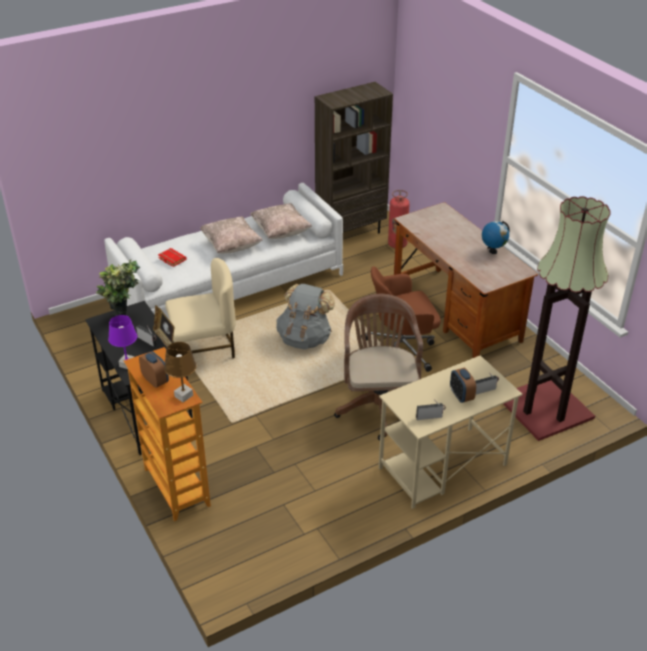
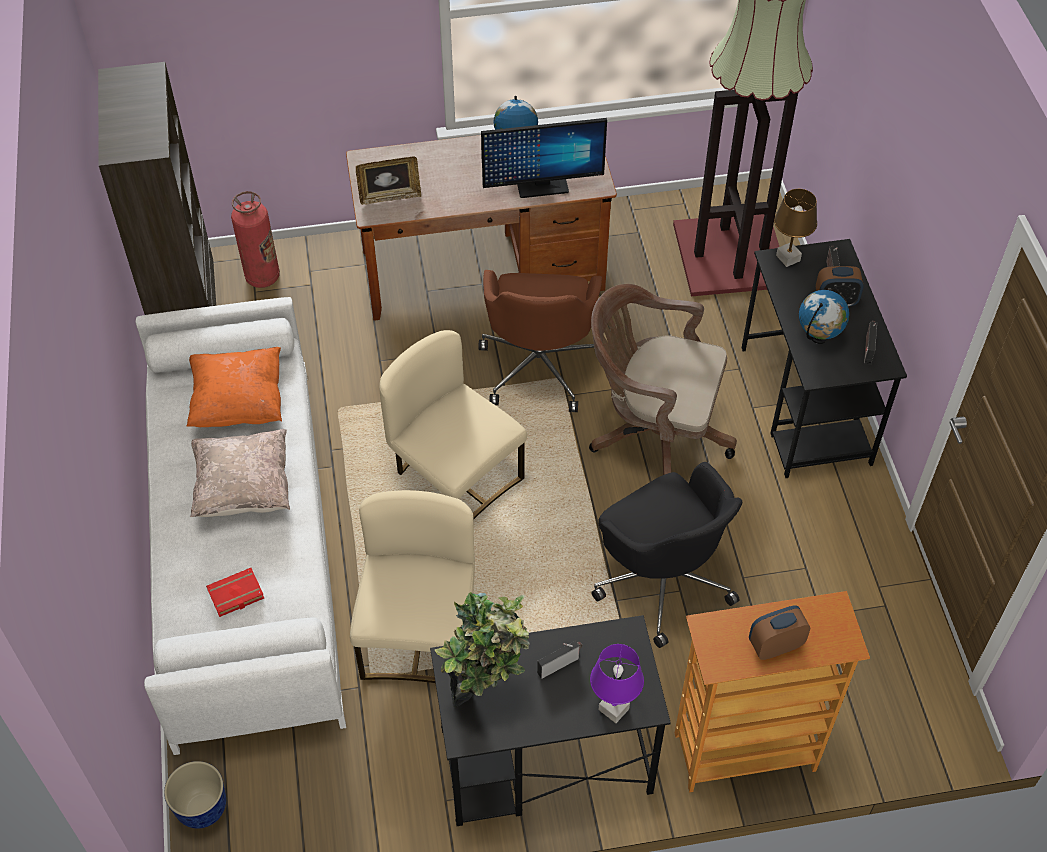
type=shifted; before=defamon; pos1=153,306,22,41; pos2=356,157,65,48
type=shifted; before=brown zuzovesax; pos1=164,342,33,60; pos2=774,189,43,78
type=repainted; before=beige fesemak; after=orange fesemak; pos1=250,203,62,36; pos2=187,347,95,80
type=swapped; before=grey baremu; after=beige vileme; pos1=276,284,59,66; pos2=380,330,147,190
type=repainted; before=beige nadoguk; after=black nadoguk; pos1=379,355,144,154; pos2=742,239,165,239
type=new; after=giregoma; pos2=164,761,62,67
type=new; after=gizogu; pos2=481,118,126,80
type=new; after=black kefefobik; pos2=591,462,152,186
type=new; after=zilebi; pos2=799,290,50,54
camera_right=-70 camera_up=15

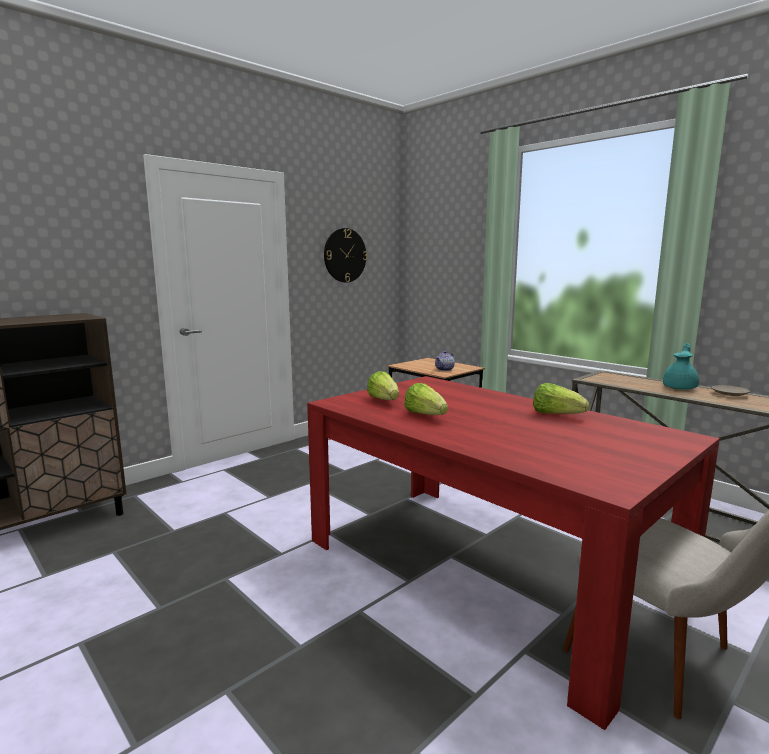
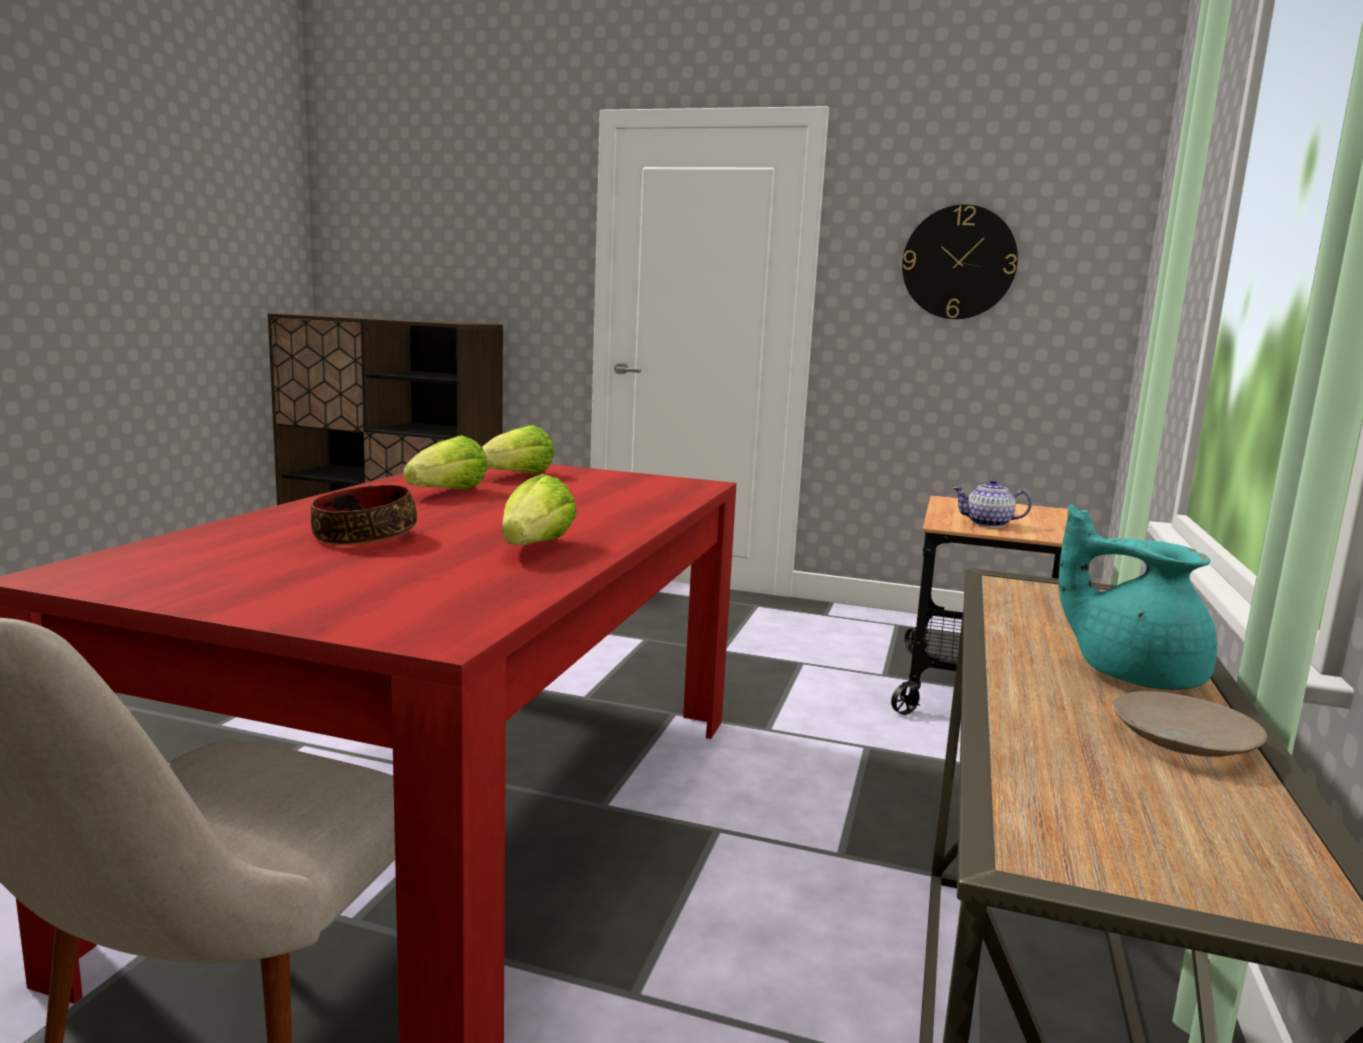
type=rotated; before=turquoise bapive; pos1=663,343,36,47; pos2=1059,505,158,185; turn=-150
type=new; after=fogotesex; pos2=311,485,106,60
camera_right=60 camera_up=0

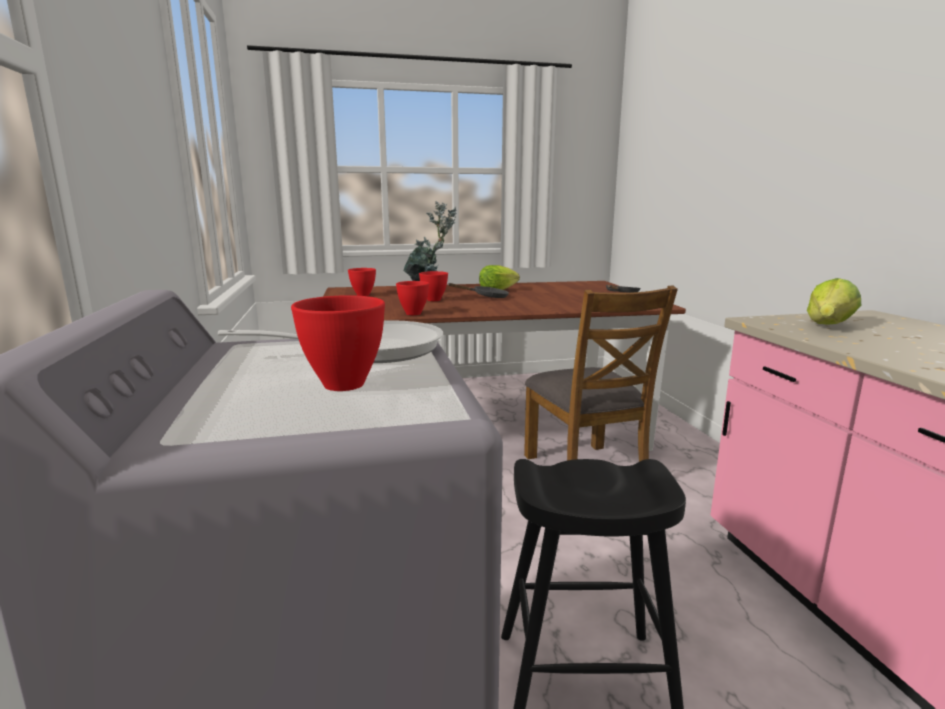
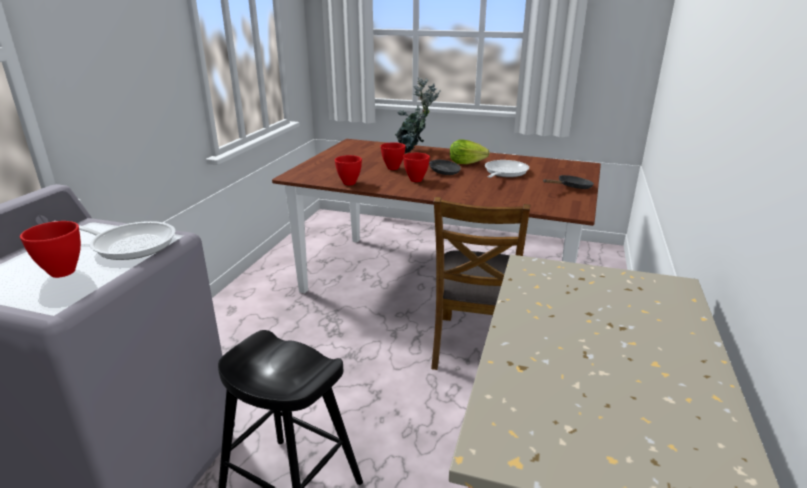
type=shifted; before=red fogotesex; pos1=348,268,28,28; pos2=403,153,27,29
type=gone; before=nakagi; pos1=807,278,54,47
type=new; after=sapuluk; pos2=485,160,44,18
camera_right=30 camera_up=10

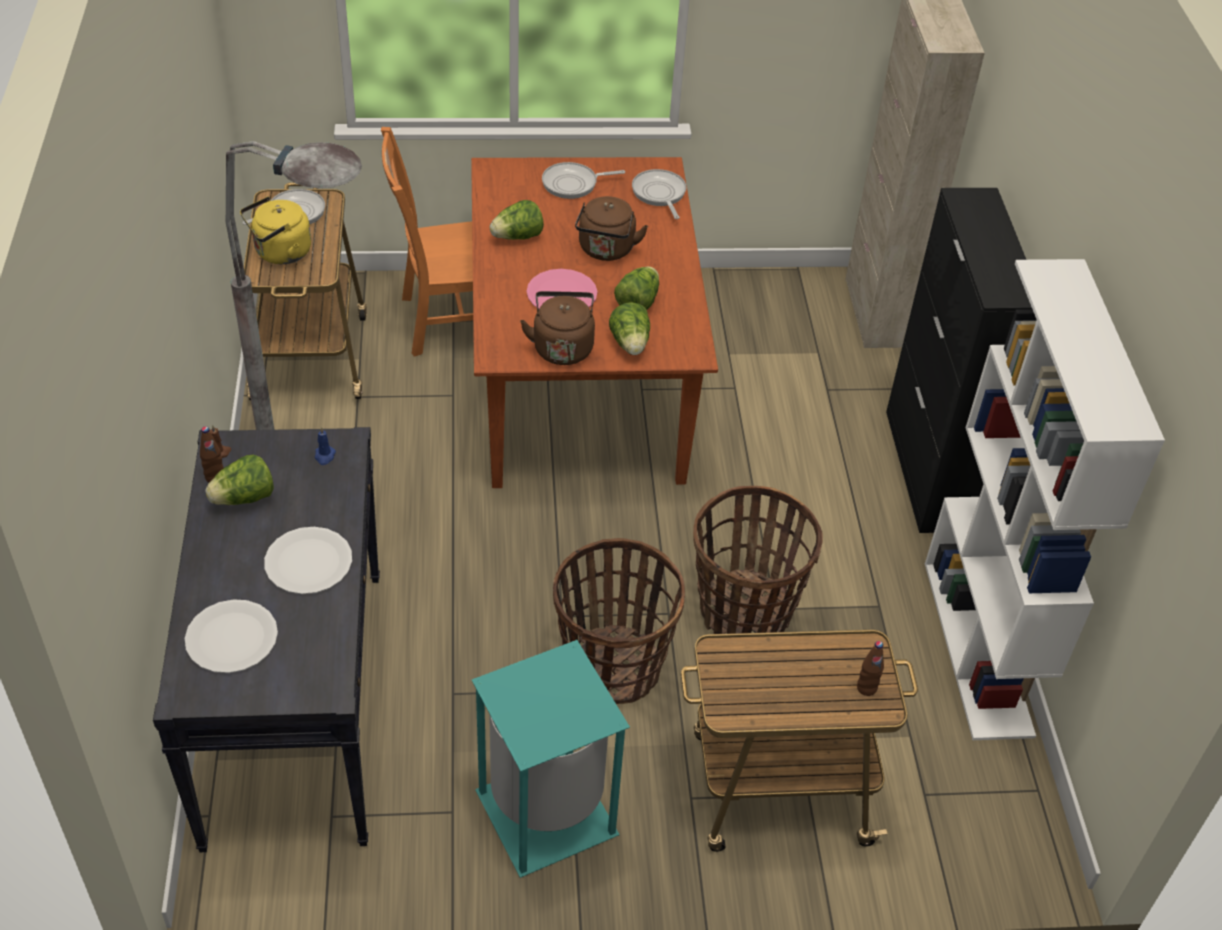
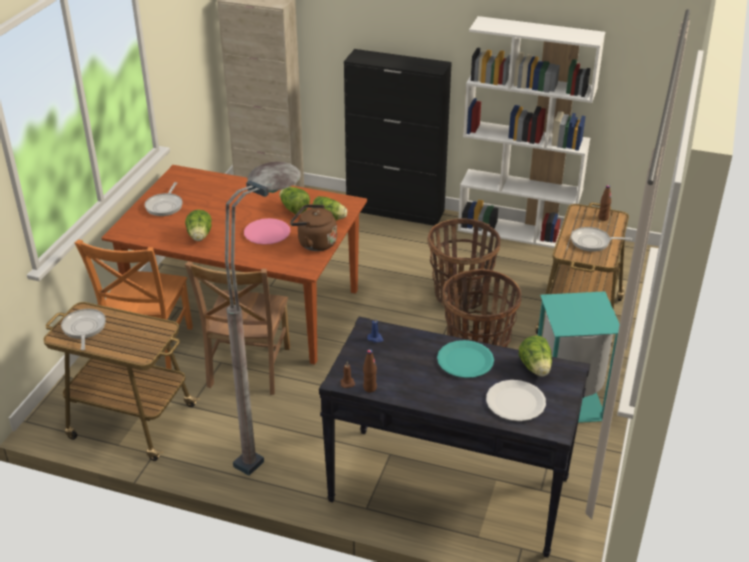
type=shifted; before=nakagi; pos1=205,455,69,50; pos2=519,336,33,41
type=gone; before=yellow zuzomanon; pos1=240,197,71,67
type=repainted; before=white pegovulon; after=turquoise pegovulon; pos1=264,527,88,67; pos2=437,340,57,38
type=gone; before=brown zuzomanon; pos1=575,196,73,65
type=shifted; before=sapuluk; pos1=632,169,54,50; pos2=571,227,61,25
type=new; after=brown vileme; pos2=185,261,105,134
camera_right=-65 camera_up=-10

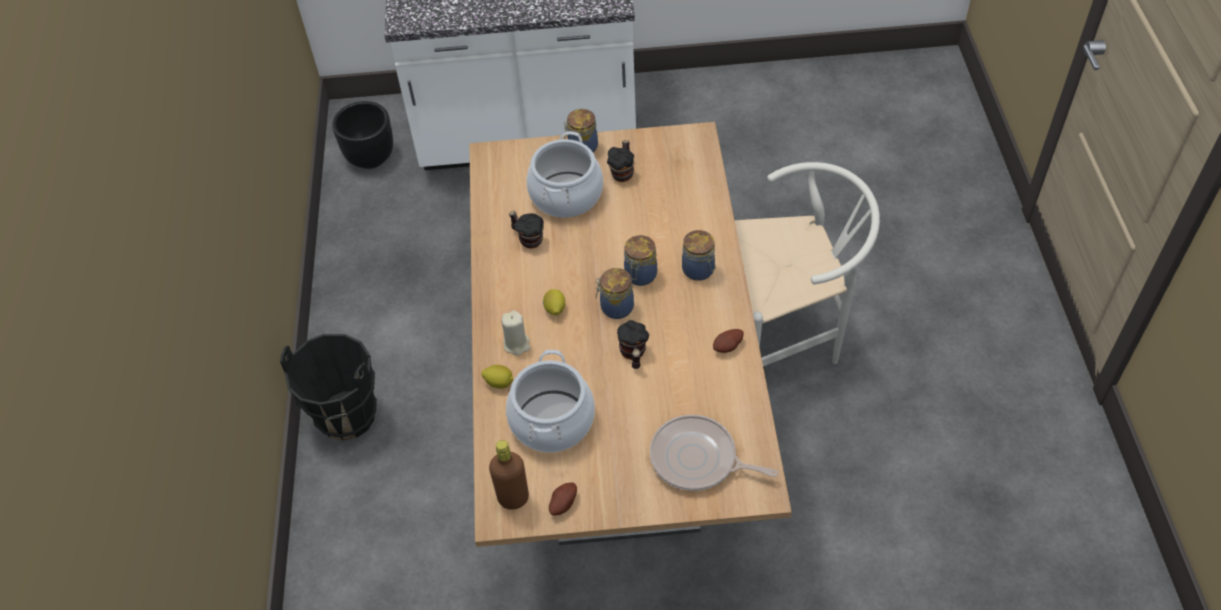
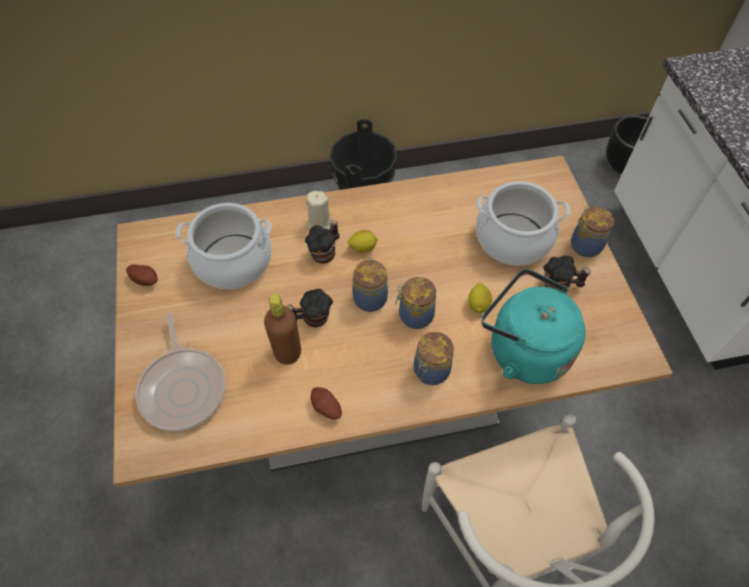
type=shifted; before=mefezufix; pos1=481,365,33,24; pos2=468,283,24,30
type=shifted; before=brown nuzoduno; pos1=489,440,40,70; pos2=264,294,37,71
type=shifted; before=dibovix; pos1=509,211,35,37; pos2=305,220,34,44
type=rotated; before=sapuluk; pos1=650,415,128,76; pos2=136,312,90,119; turn=150
type=new; after=turquoise zuzomanon; pos2=481,269,105,115
camera_right=80 camera_up=5

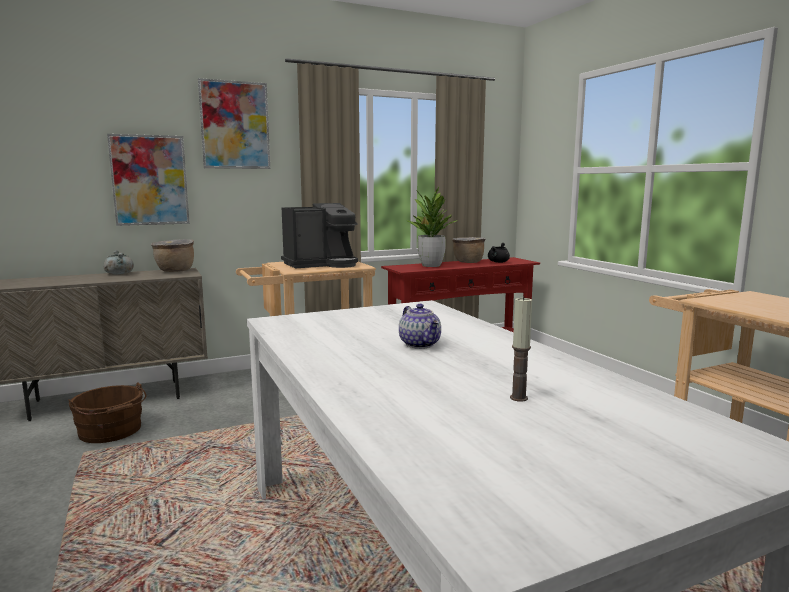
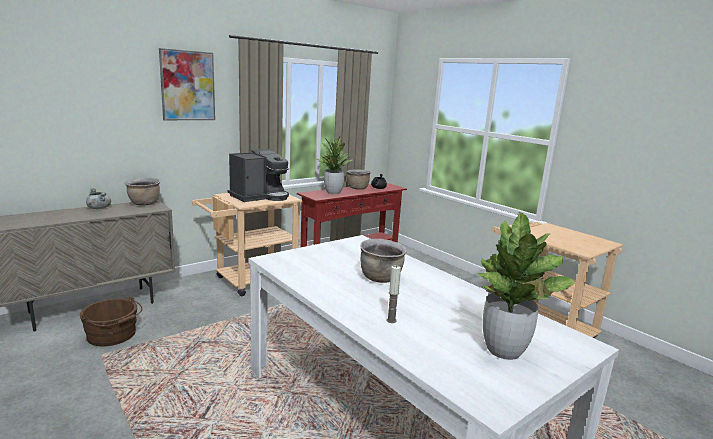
type=gone; before=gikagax; pos1=107,134,83,92
type=swapped; before=bapive; after=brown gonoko; pos1=399,304,42,45; pos2=360,239,47,44
type=shifted; before=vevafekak; pos1=510,296,22,106; pos2=386,265,15,58
type=new; after=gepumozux; pos2=476,212,99,148
camera_right=-15 camera_up=5

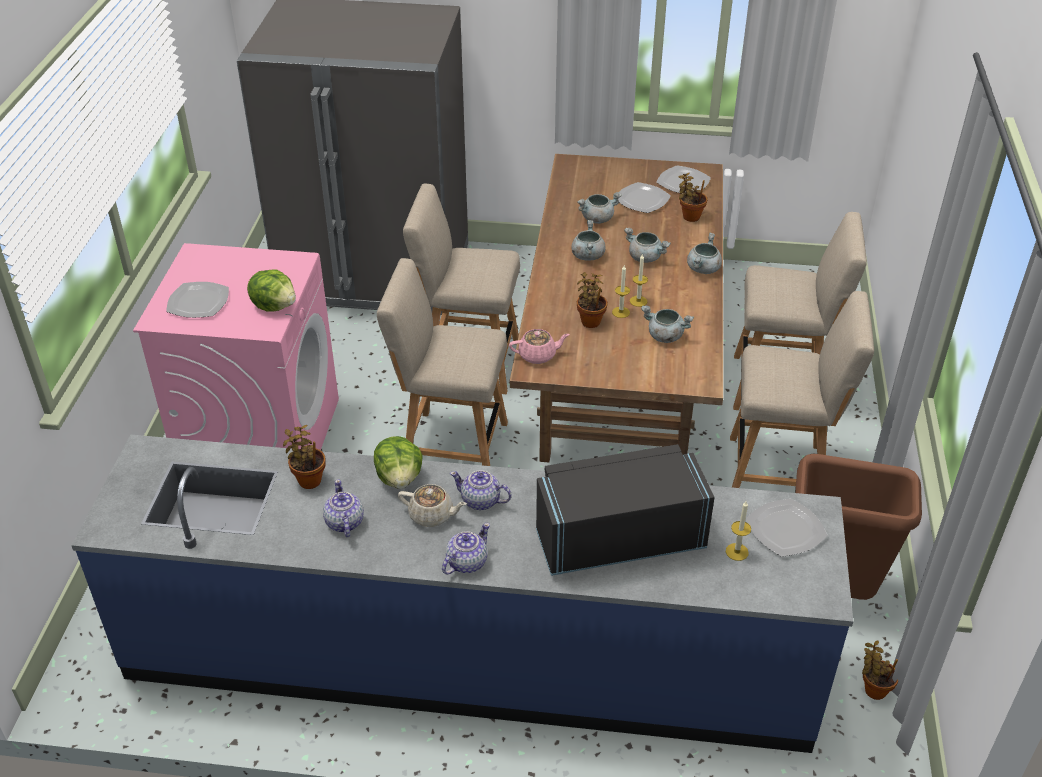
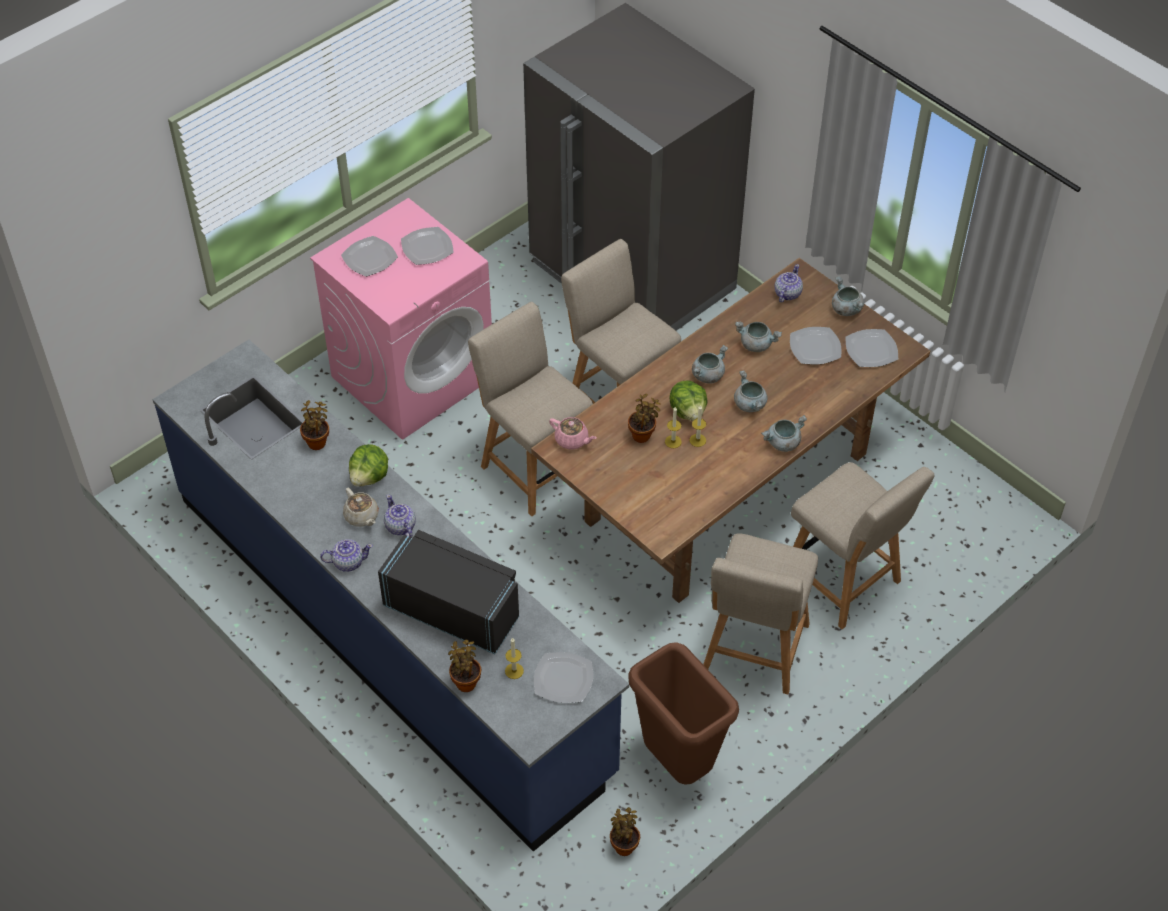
type=shifted; before=nakagi; pos1=247,269,49,43; pos2=669,380,39,41
type=shifted; before=bapive; pos1=323,479,41,58; pos2=775,264,28,39
type=shifted; before=grey gonoko; pos1=641,306,53,37; pos2=832,276,32,40
type=shifted; before=gepumozux; pos1=678,173,29,49; pos2=448,640,33,52
type=rotated; before=beige vileme; pos1=730,291,144,197; pos2=703,534,115,160; turn=60
type=new; after=pegovulon; pos2=401,227,53,38
camera_right=40 camera_up=10

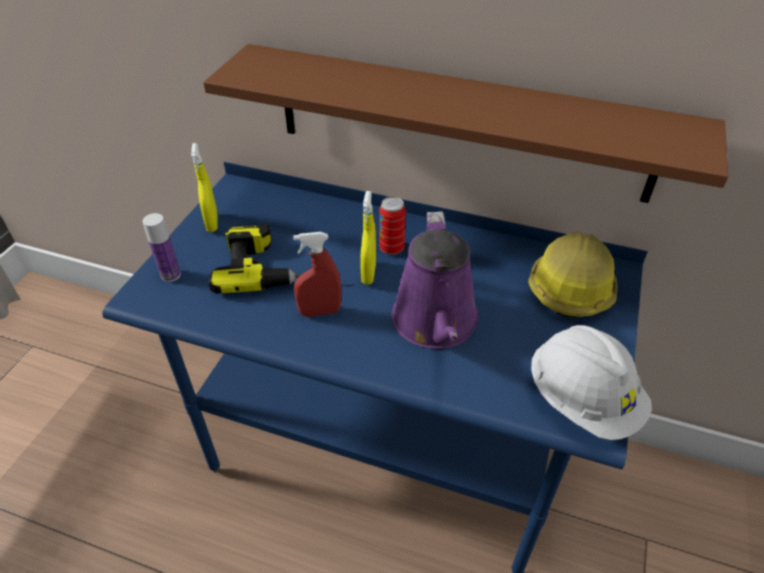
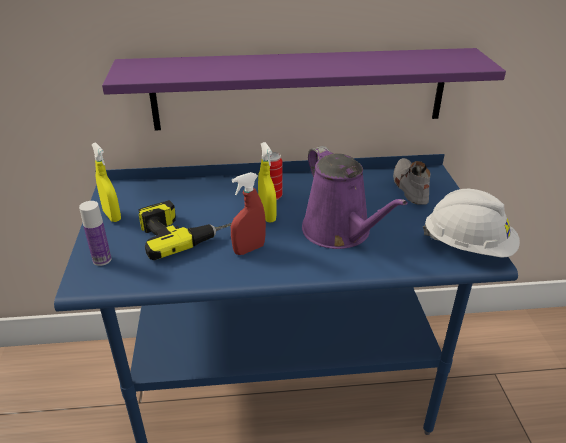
type=repainted; before=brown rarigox; after=purple rarigox; pos1=203,44,525,159; pos2=102,48,404,83
type=swapped; before=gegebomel; after=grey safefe; pos1=528,232,89,86; pos2=393,158,37,46
camera_right=-25 camera_up=-10

